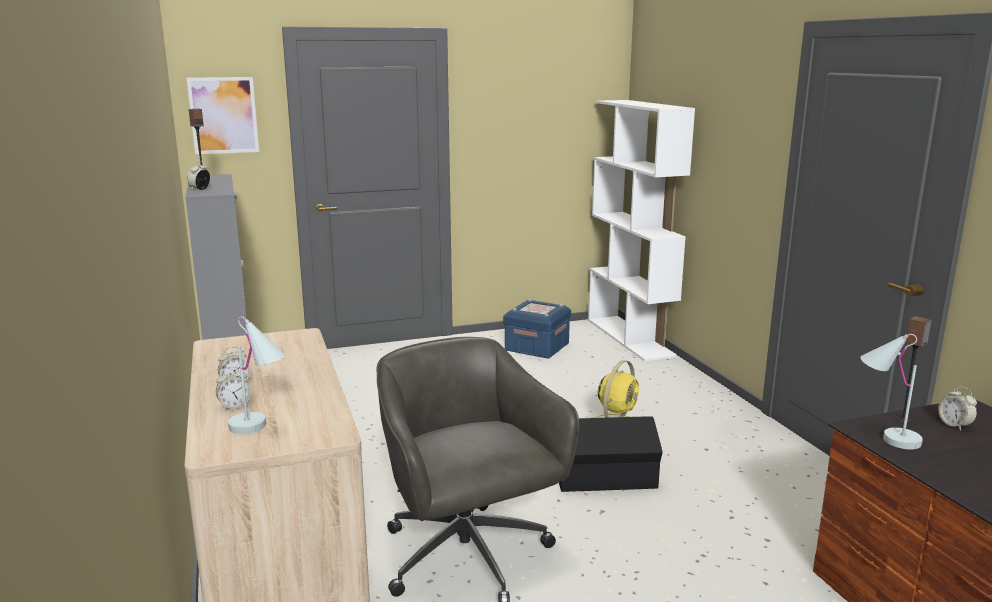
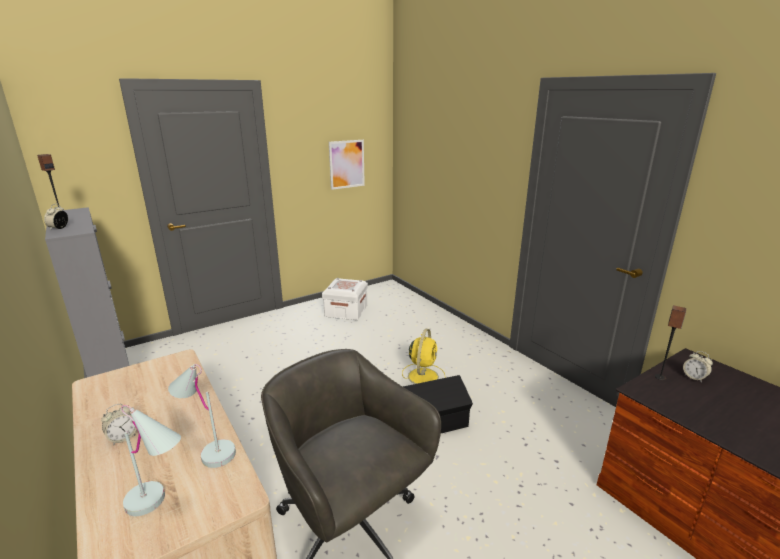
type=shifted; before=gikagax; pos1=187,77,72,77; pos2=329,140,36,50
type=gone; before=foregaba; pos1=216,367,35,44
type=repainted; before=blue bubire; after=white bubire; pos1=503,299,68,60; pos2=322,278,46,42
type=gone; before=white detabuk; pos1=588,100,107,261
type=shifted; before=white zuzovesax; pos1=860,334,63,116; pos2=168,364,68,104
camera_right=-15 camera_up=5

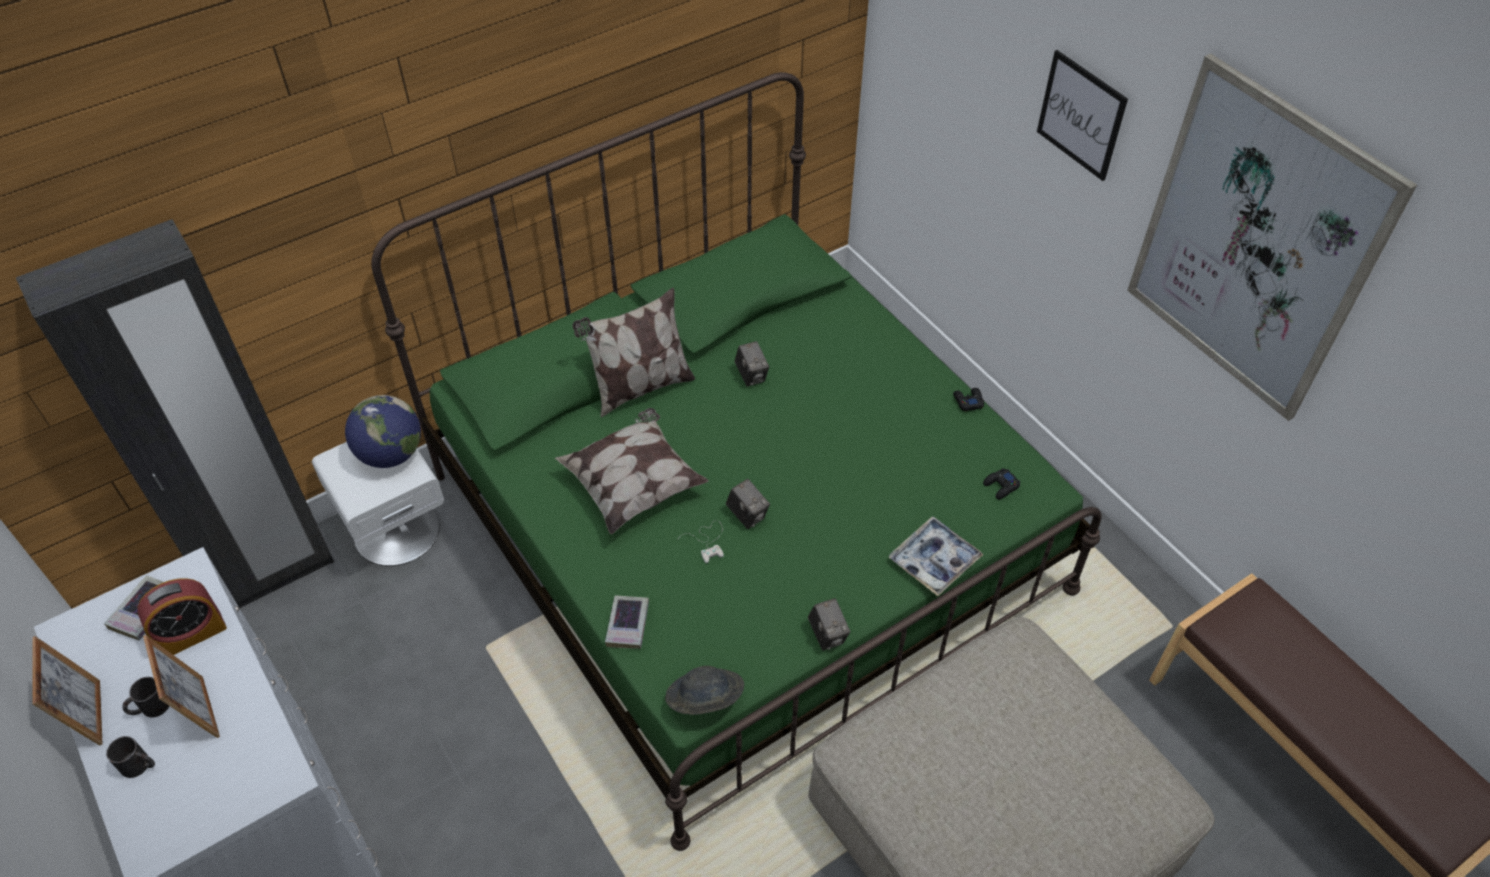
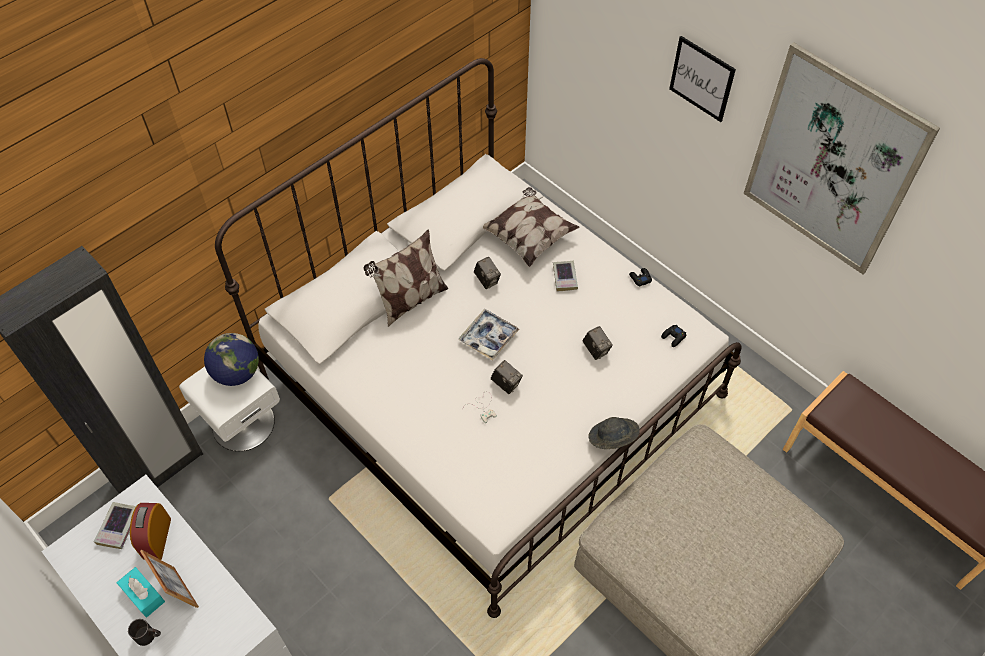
type=gone; before=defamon; pos1=32,636,71,110
type=swapped; before=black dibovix; after=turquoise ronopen; pos1=122,677,47,41; pos2=117,567,48,51
type=rotated; before=foregaba; pos1=137,578,90,77; pos2=130,503,41,57; turn=135
type=repainted; before=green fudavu; after=white fudavu; pos1=371,72,731,779; pos2=215,58,527,560
type=shifted; before=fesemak; pos1=555,408,154,127; pos2=482,187,97,80
type=shifted; before=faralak; pos1=605,595,44,54; pos2=553,261,25,30
type=shifted; before=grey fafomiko; pos1=665,666,79,49; pos2=588,417,52,32
type=shifted; before=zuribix; pos1=808,598,43,53; pos2=582,326,31,34
type=shifted; before=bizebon; pos1=889,516,94,80; pos2=458,309,62,51
camera_right=-10 camera_up=5

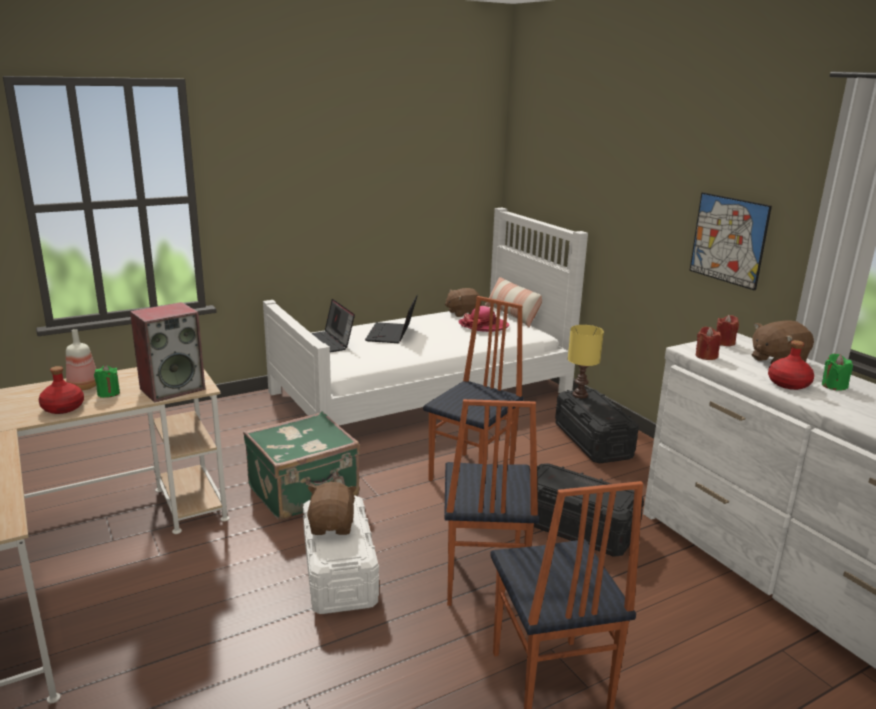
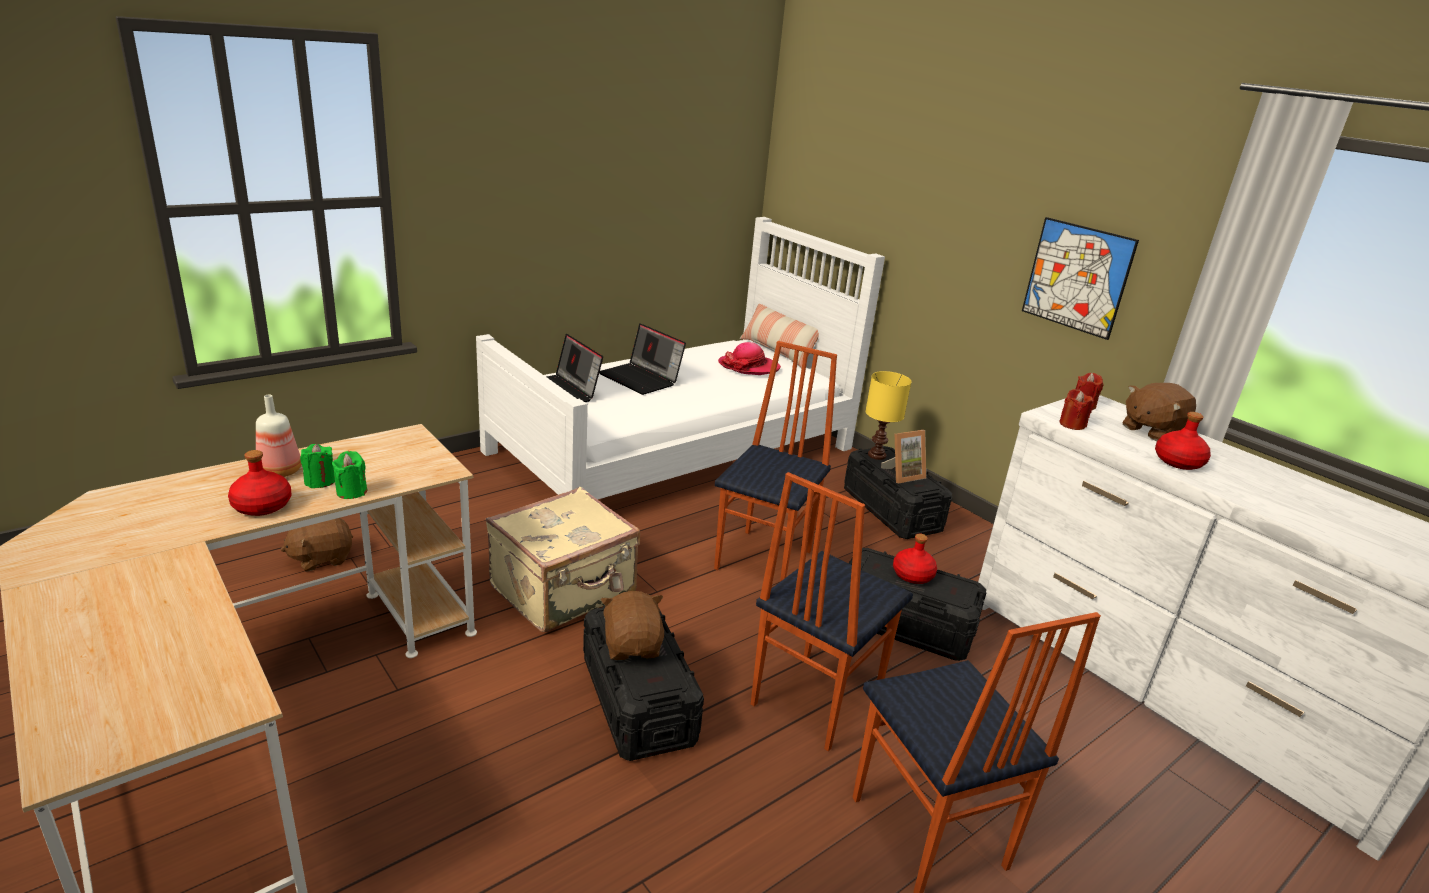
type=gone; before=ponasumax; pos1=130,302,76,101
type=repainted; before=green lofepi; after=beige lofepi; pos1=243,411,117,109; pos2=486,487,154,145
type=repainted; before=white bubire; after=black bubire; pos1=303,495,76,119; pos2=583,605,121,156
type=rotated; before=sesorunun; pos1=365,295,53,48; pos2=599,323,87,72; turn=-45
type=rotated; before=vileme; pos1=444,399,95,207; pos2=751,472,162,279; turn=45
type=shifted; before=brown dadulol; pos1=445,288,36,29; pos2=280,518,73,54
type=shifted; before=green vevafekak; pos1=822,353,31,38; pos2=332,451,35,48
type=new; after=defamon; pos2=881,430,45,53
type=new; after=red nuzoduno; pos2=893,534,44,50
camera_right=-10 camera_up=5

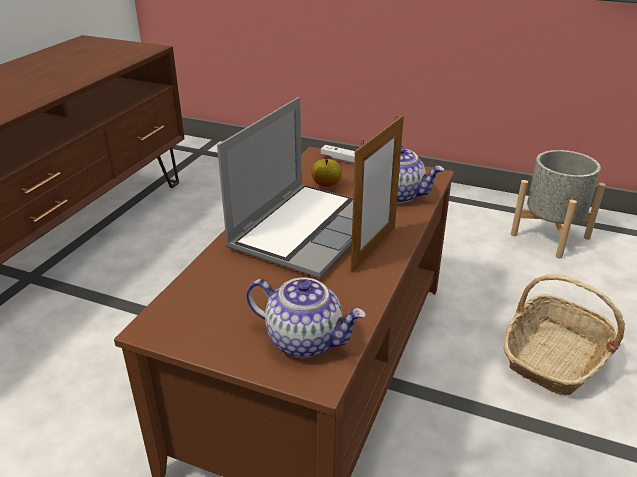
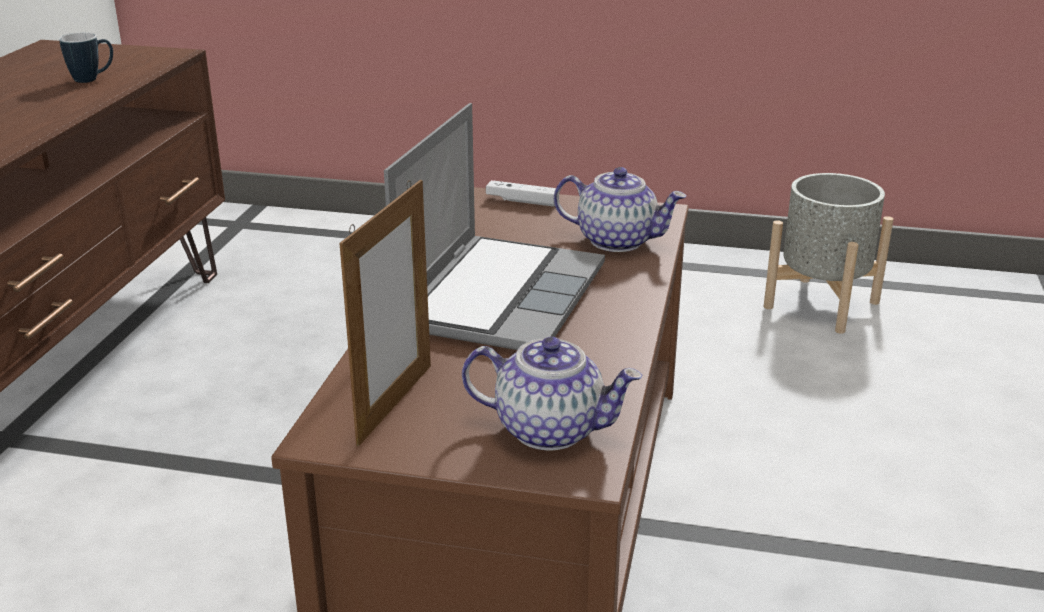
type=gone; before=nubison; pos1=311,159,31,28
type=shifted; before=defamon; pos1=351,115,53,158; pos2=339,180,92,266
type=gone; before=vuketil; pos1=504,274,121,121
type=new; after=dibovix; pos2=59,33,54,50
camera_right=-10 camera_up=-5

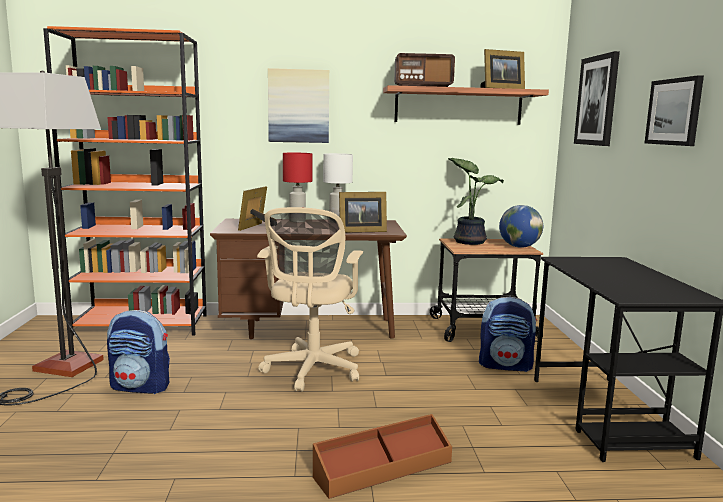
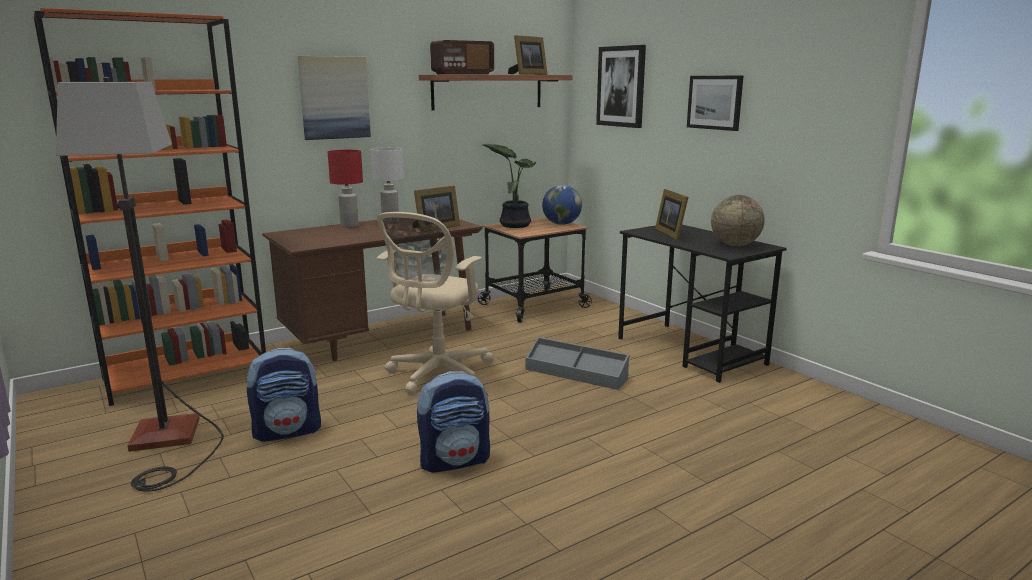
type=shifted; before=defamon; pos1=238,186,39,45; pos2=655,189,33,51
type=rotated; before=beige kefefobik; pos1=257,207,106,185; pos2=377,212,117,182; turn=45
type=gone; before=brown bubire; pos1=313,414,139,85
type=shifted; before=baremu; pos1=479,297,58,75; pos2=417,371,73,102
type=new; after=grey bubire; pos2=526,337,103,53
type=new; after=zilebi; pos2=711,195,54,51
camera_right=-30 camera_up=5

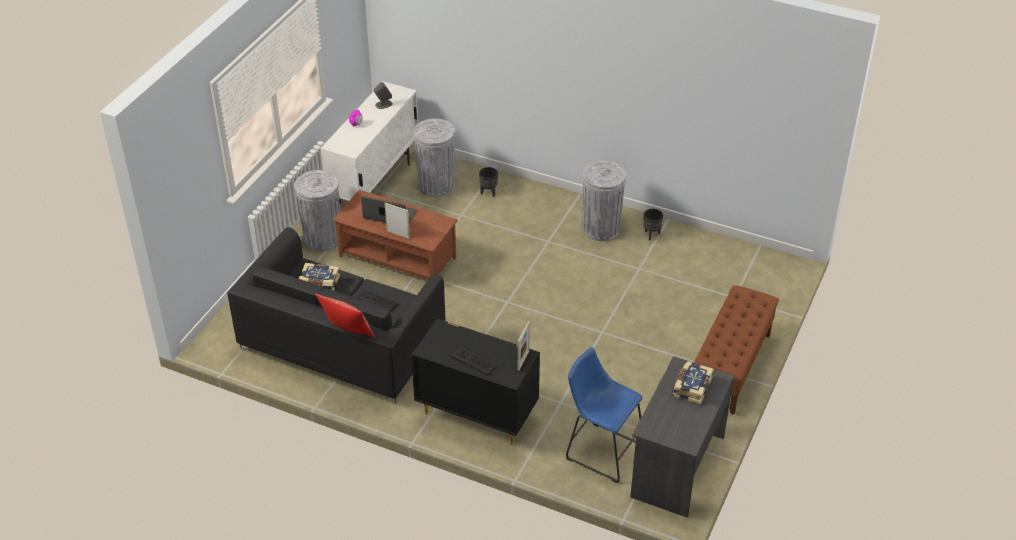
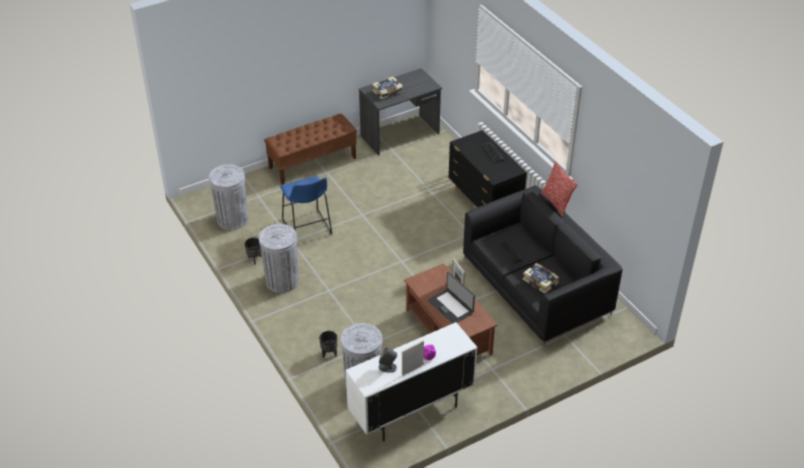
type=shifted; before=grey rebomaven; pos1=294,170,46,81; pos2=209,164,39,66
type=shifted; before=defamon; pos1=518,321,12,50; pos2=402,341,22,35
type=shifted; before=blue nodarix; pos1=566,347,76,136; pos2=280,176,52,58
camera_right=-145 camera_up=0

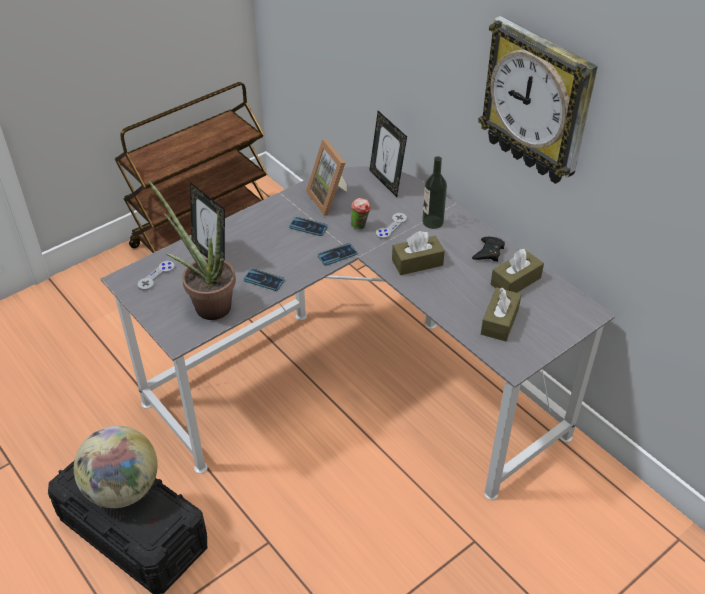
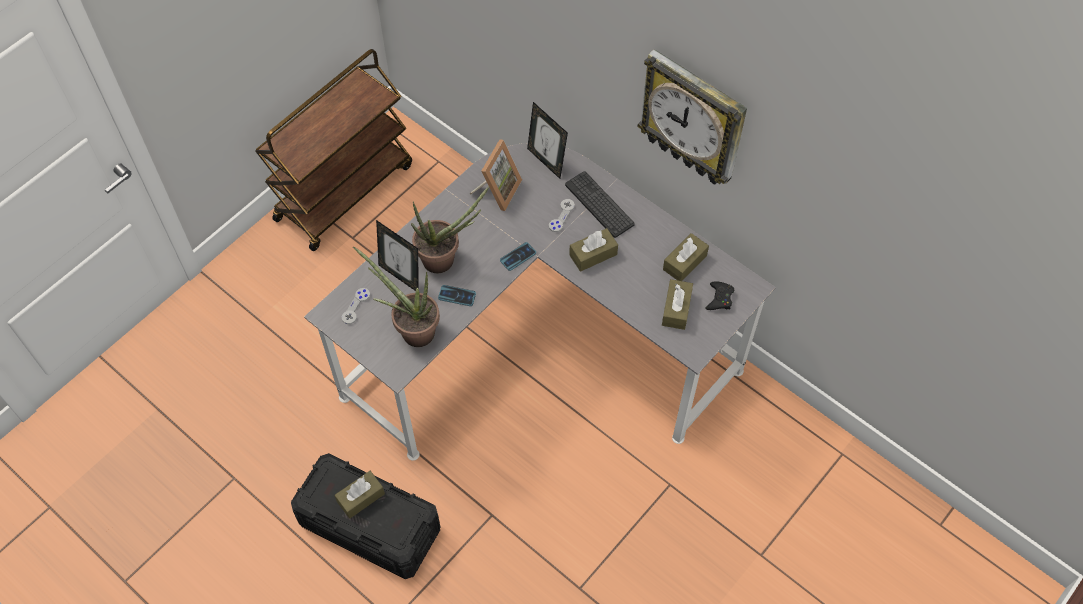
type=swapped; before=zilebi; after=brown ronopen; pos1=74,426,84,82; pos2=335,471,50,48
type=gone; before=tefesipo; pos1=289,217,39,19
type=rotated; before=defamon; pos1=306,139,41,77; pos2=470,139,52,72; turn=-120
type=gone; before=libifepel; pos1=351,198,20,32
type=swapped; before=nuzoduno; after=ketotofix; pos1=422,156,25,73; pos2=565,171,70,67
type=shifted; before=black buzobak; pos1=472,237,33,25; pos2=705,281,29,29
type=new; after=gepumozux; pos2=411,186,78,87
camera_right=-10 camera_up=15

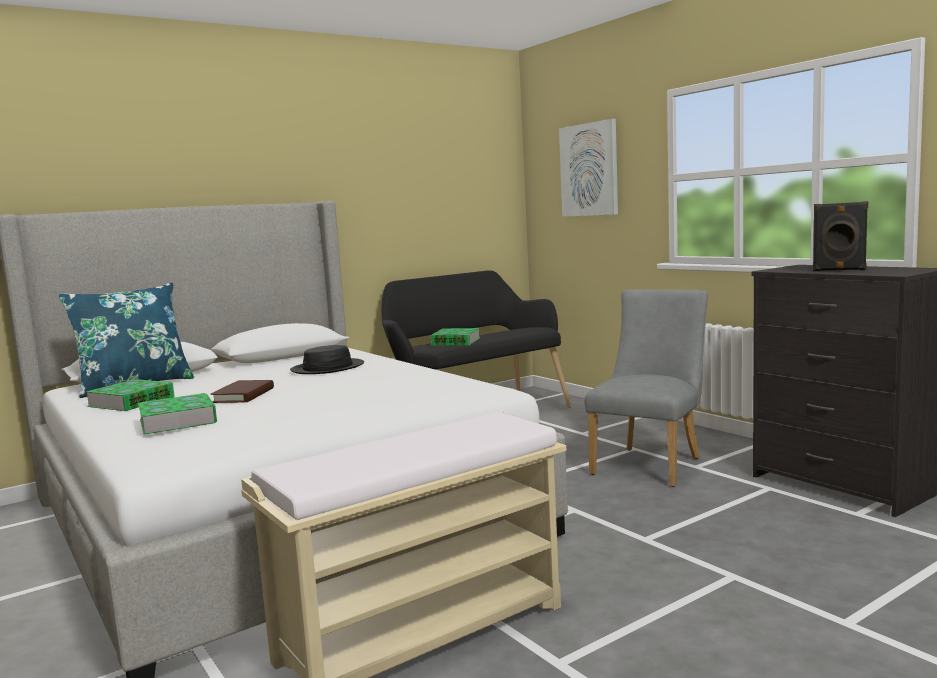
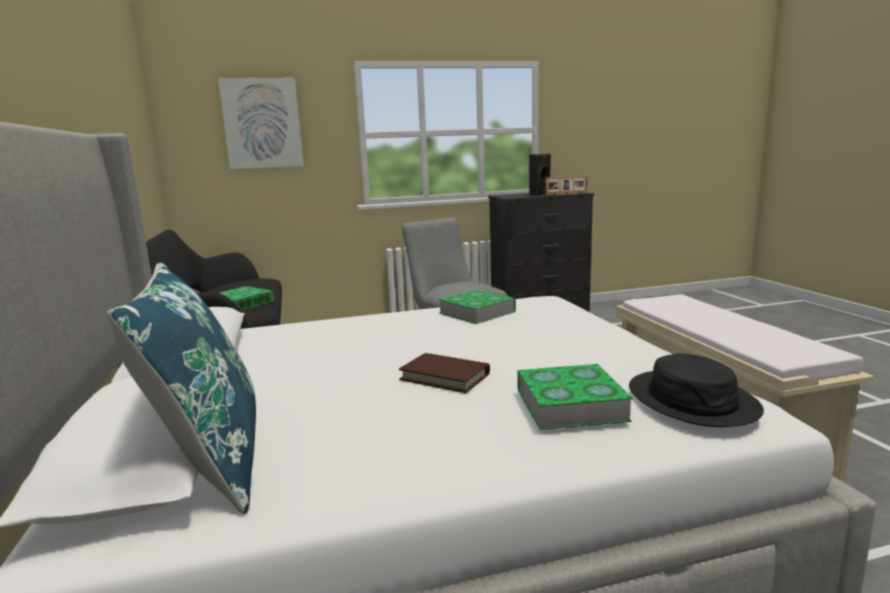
type=shifted; before=faralak; pos1=86,379,89,32; pos2=439,290,77,34
type=shifted; before=black fafomiko; pos1=290,345,74,29; pos2=629,353,135,74
type=new; after=defamon; pos2=546,176,42,19
camera_right=-70 camera_up=5

